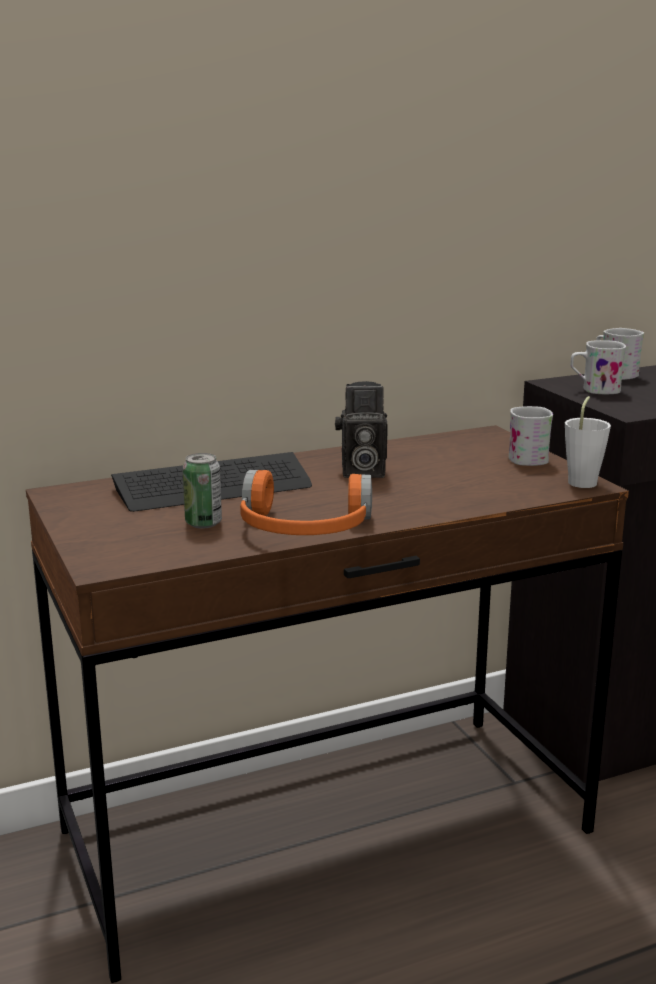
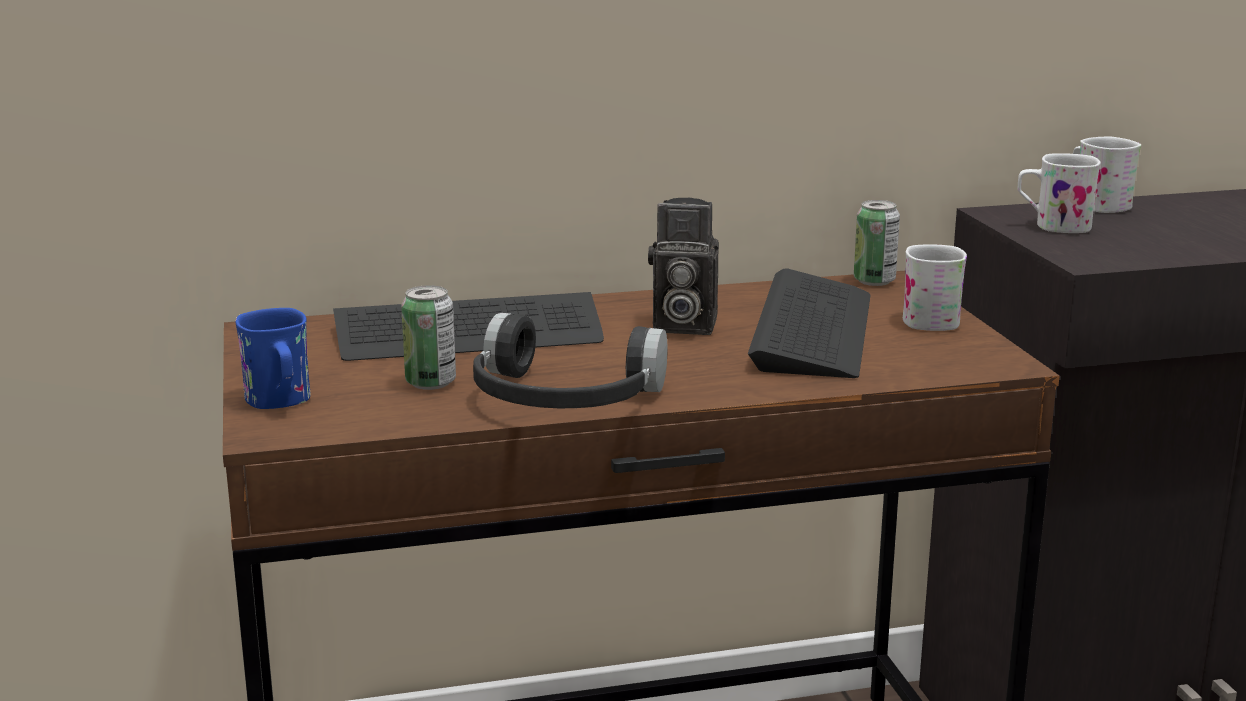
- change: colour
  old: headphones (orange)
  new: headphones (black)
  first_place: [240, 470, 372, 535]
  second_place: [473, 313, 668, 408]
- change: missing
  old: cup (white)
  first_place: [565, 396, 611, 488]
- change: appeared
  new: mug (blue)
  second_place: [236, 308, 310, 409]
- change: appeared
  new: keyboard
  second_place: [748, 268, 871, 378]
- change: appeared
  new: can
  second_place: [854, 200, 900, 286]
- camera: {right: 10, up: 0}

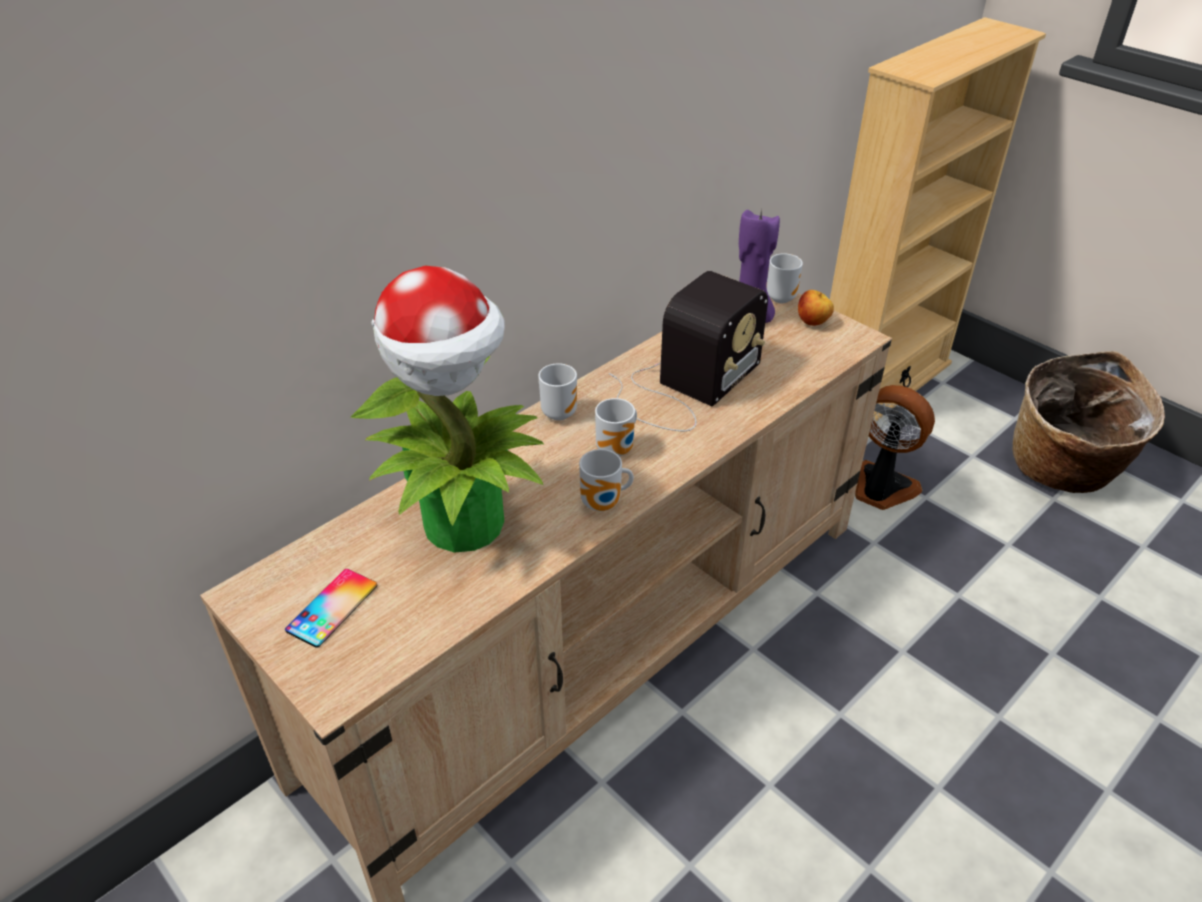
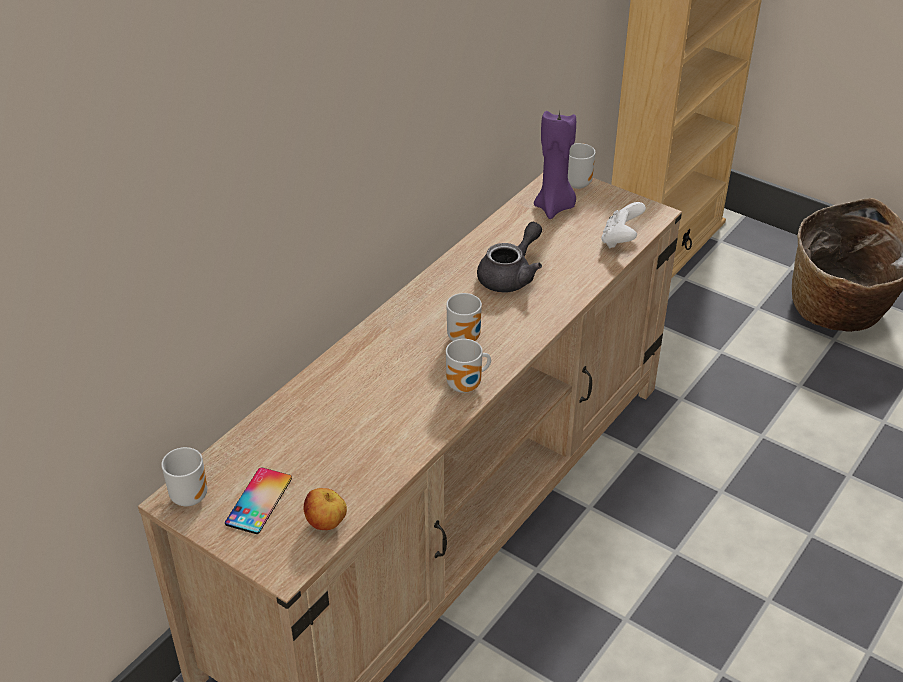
- change: missing
  old: potted plant
  first_place: [351, 266, 544, 553]
- change: relocated
  old: mug
  first_place: [538, 363, 577, 421]
  second_place: [161, 447, 207, 506]
- change: exchanged
  old: radio
  new: teapot (grey)
  first_place: [609, 271, 768, 431]
  second_place: [477, 222, 542, 292]
- change: relocated
  old: apple
  first_place: [798, 290, 834, 326]
  second_place: [303, 488, 347, 530]
- change: missing
  old: fan
  first_place: [855, 385, 935, 510]
- change: appeared
  new: game controller (white)
  second_place: [601, 202, 646, 249]
- camera: {right: -10, up: 0}

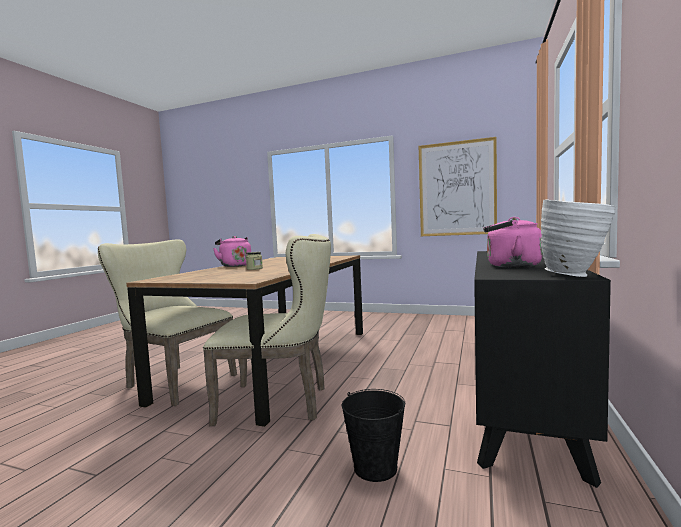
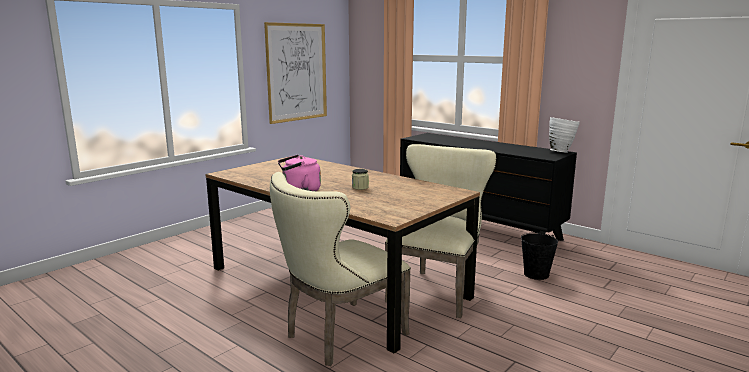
- change: missing
  old: kettle (pink)
  first_place: [483, 217, 543, 268]
- camera: {right: -70, up: 10}

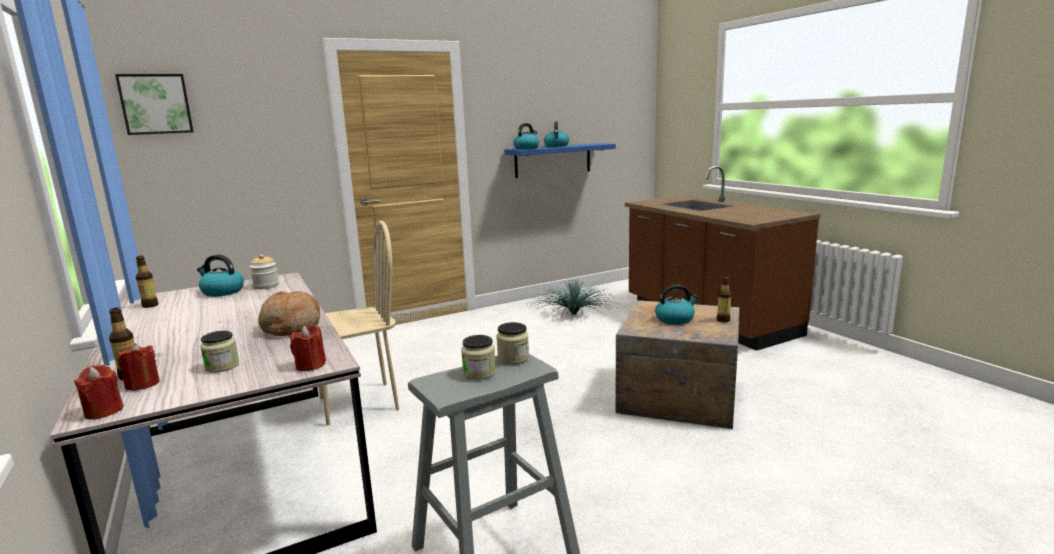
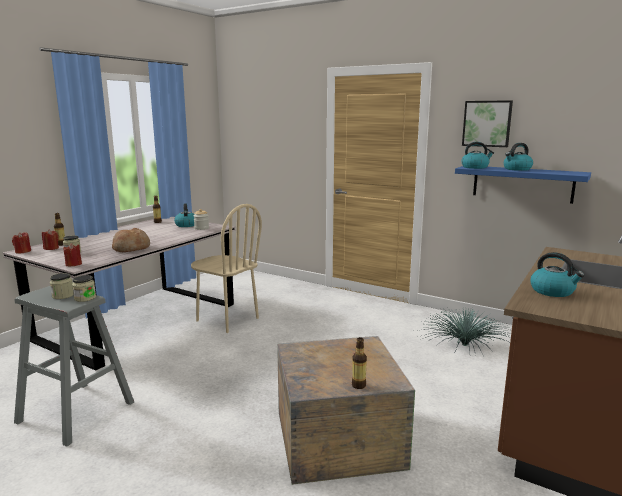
- change: relocated
  old: picture
  first_place: [115, 74, 193, 135]
  second_place: [462, 100, 513, 147]
- change: relocated
  old: kettle
  first_place: [655, 284, 699, 325]
  second_place: [530, 252, 584, 297]
- camera: {right: 60, up: 0}

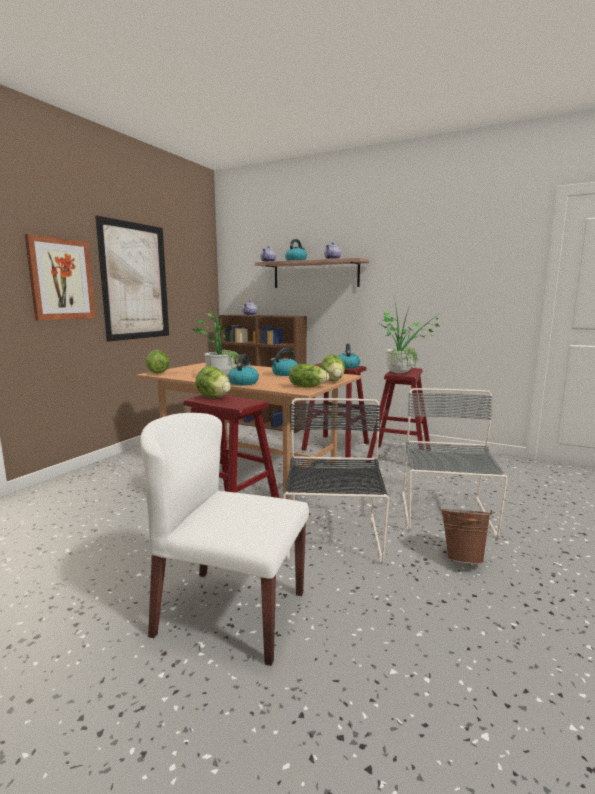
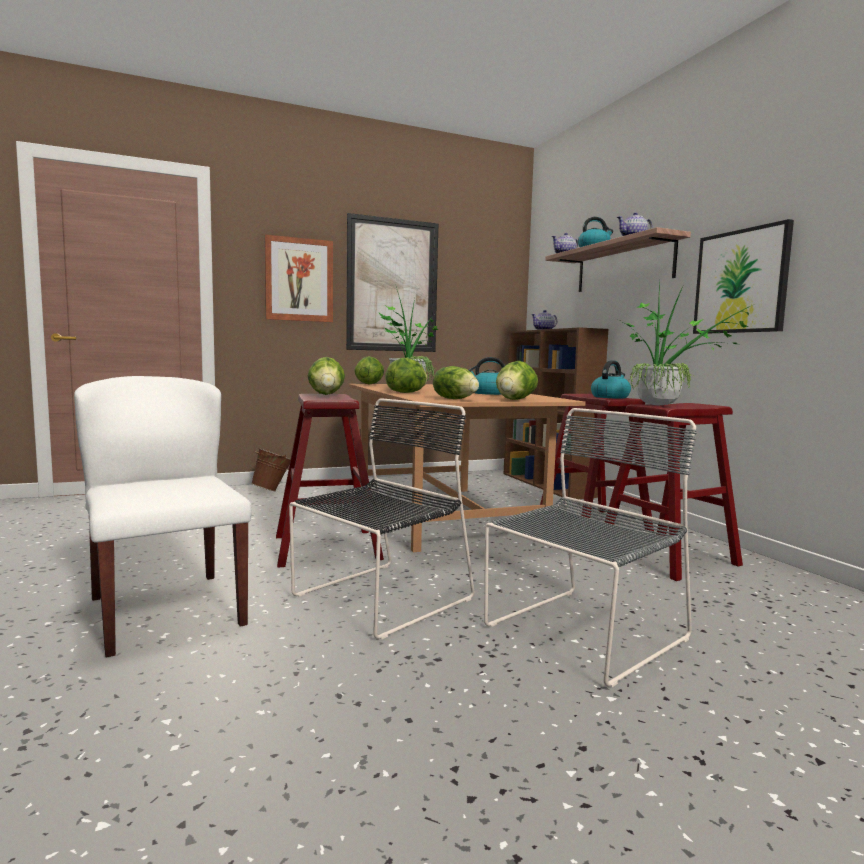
- change: exchanged
  old: kettle
  new: lettuce
  first_place: [228, 354, 259, 385]
  second_place: [385, 358, 428, 393]
- change: relocated
  old: bucket (brown)
  first_place: [439, 506, 494, 564]
  second_place: [251, 448, 291, 492]
- change: appeared
  new: picture
  second_place: [693, 219, 794, 334]
- camera: {right: 40, up: -5}

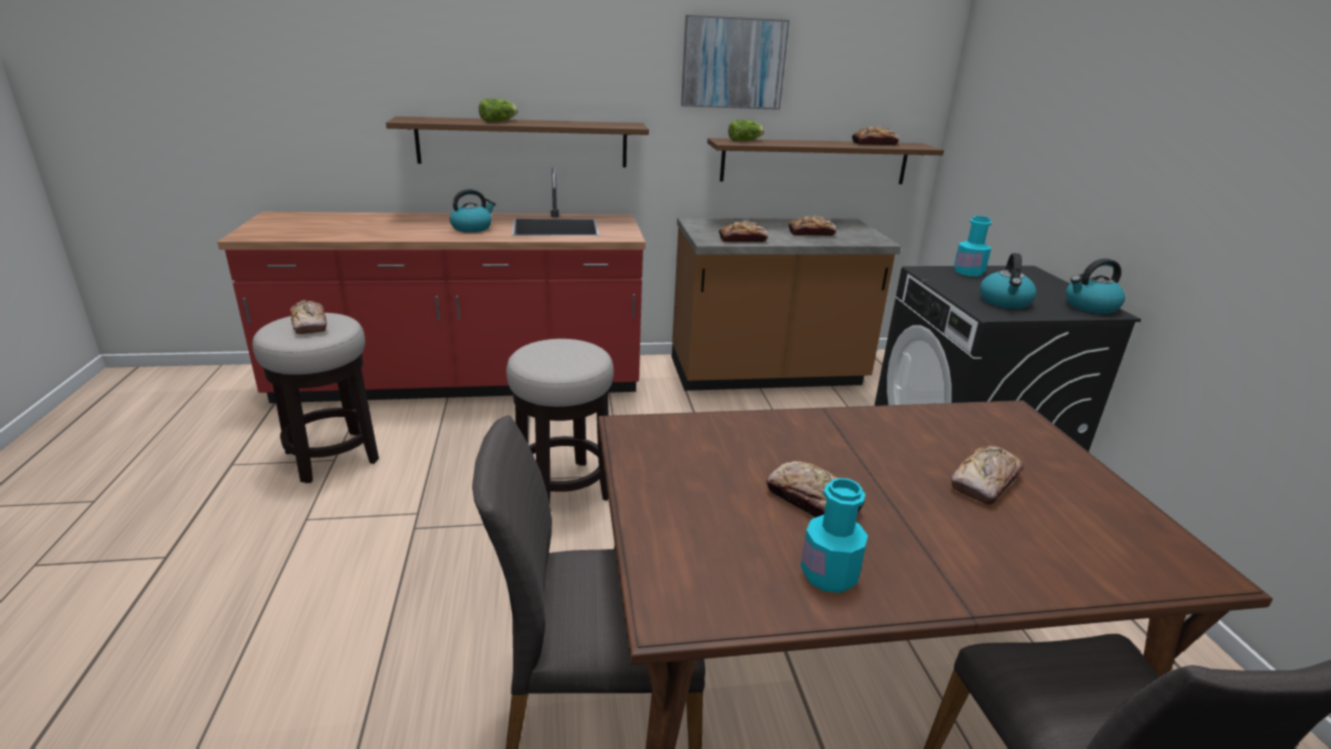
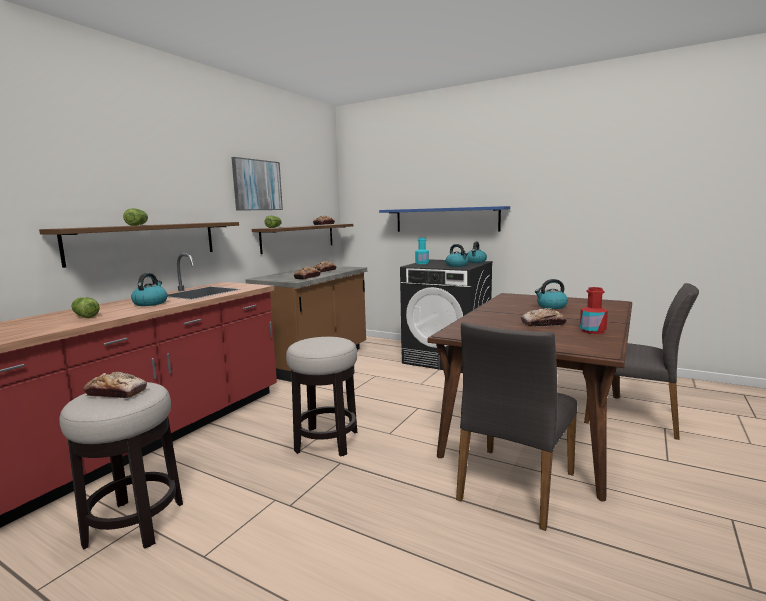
- change: colour
  old: bottle (turquoise)
  new: bottle (red)
  first_place: [801, 478, 868, 593]
  second_place: [580, 287, 608, 334]
- change: exchanged
  old: bread
  new: kettle
  first_place: [951, 446, 1024, 505]
  second_place: [535, 279, 568, 309]
- change: appeared
  new: lettuce
  second_place: [72, 297, 100, 318]
- change: appeared
  new: shelf (blue)
  second_place: [379, 206, 510, 232]
- camera: {right: -50, up: -15}

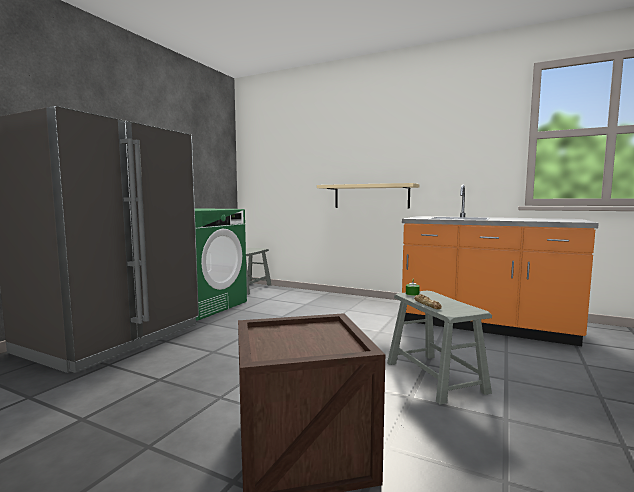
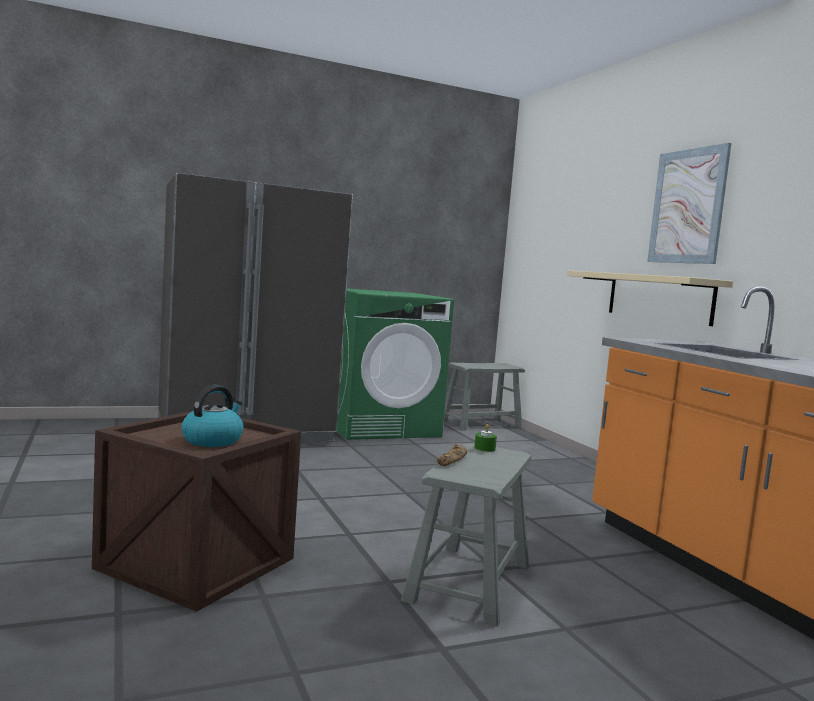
- change: appeared
  new: kettle
  second_place: [181, 385, 244, 447]
- change: appeared
  new: picture
  second_place: [647, 143, 731, 264]
- camera: {right: 40, up: 0}

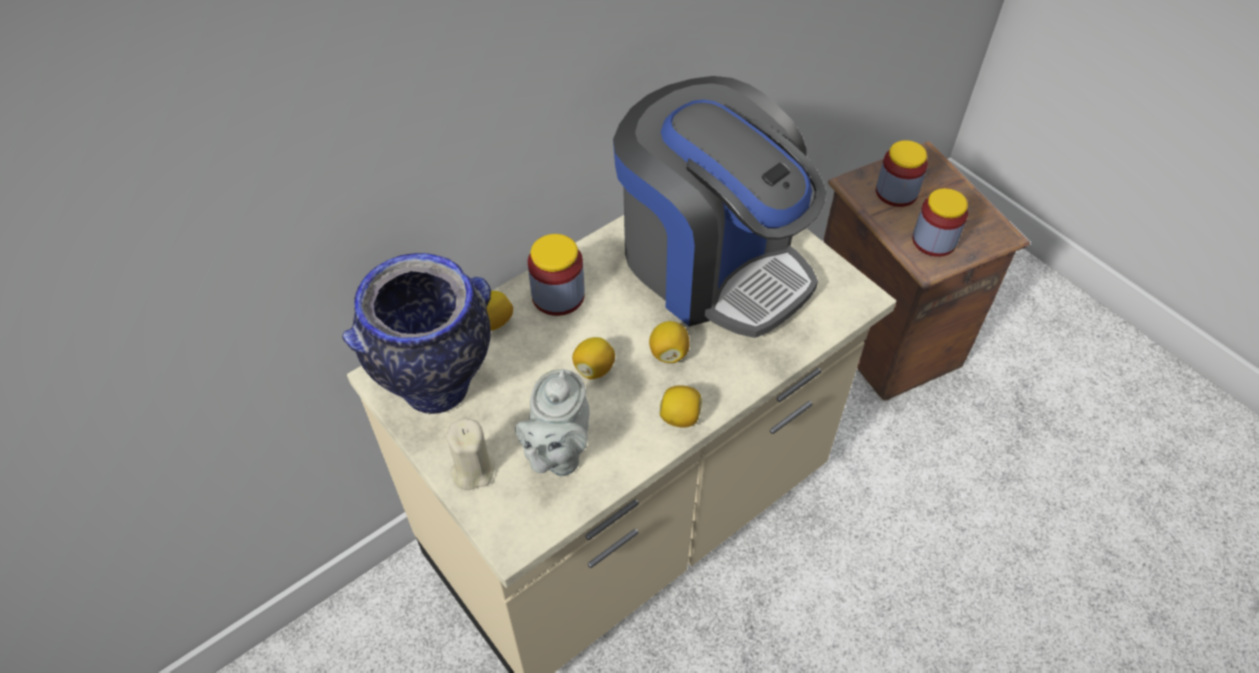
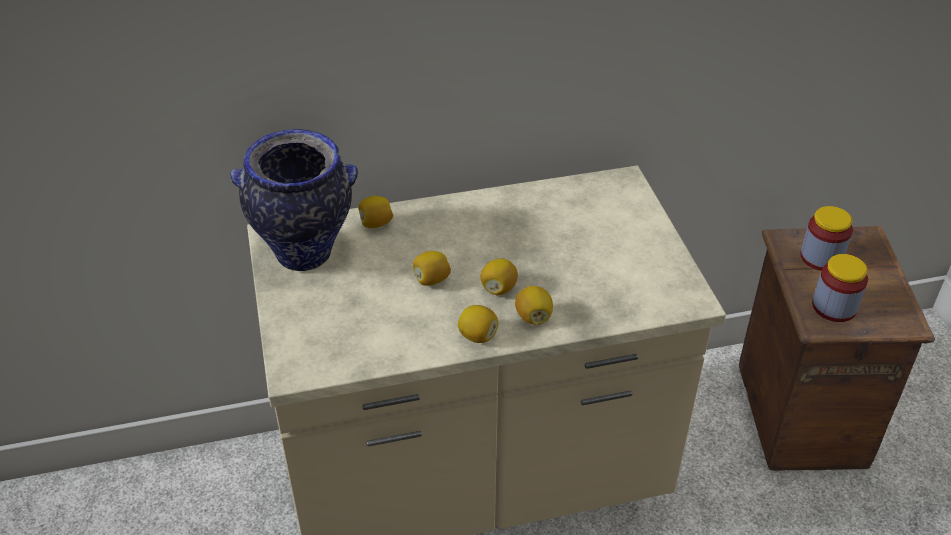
- change: missing
  old: candle (beige)
  first_place: [447, 419, 495, 490]
- change: missing
  old: teapot (grey)
  first_place: [515, 369, 589, 476]
- change: missing
  old: jar
  first_place: [528, 234, 585, 316]
- change: missing
  old: coffee machine
  first_place: [613, 76, 826, 338]
- change: appeared
  new: lemon
  second_place: [515, 286, 553, 325]
- camera: {right: 25, up: -10}

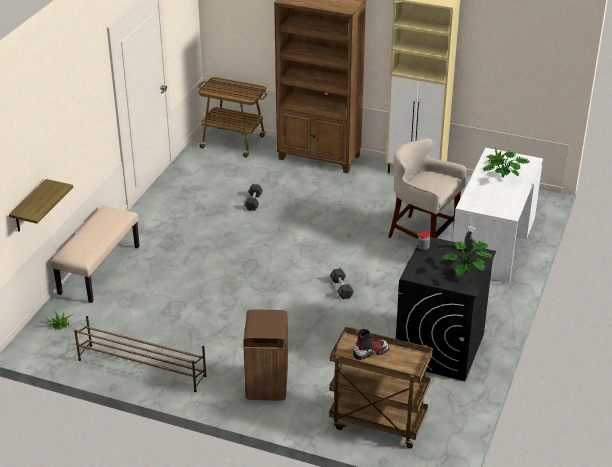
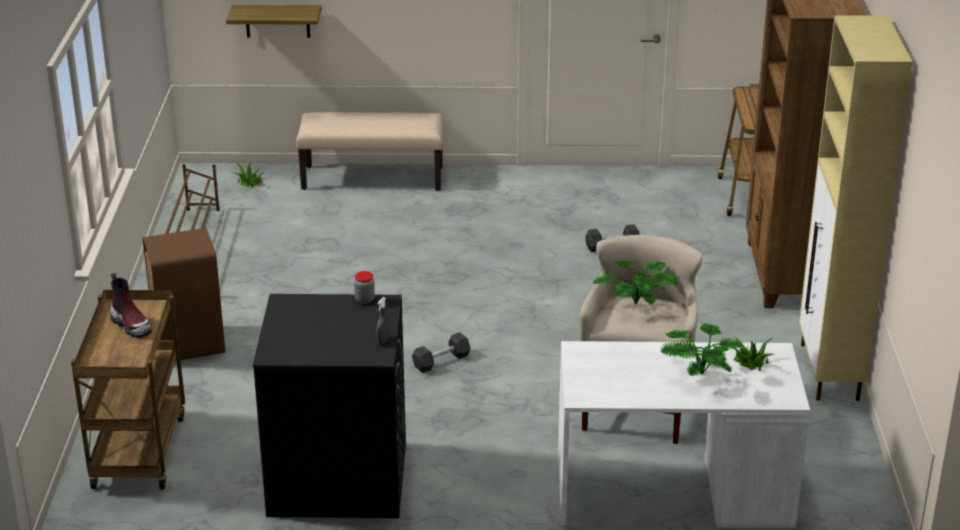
- change: relocated
  old: potted plant
  first_place: [443, 241, 492, 276]
  second_place: [593, 260, 678, 305]
- camera: {right: 70, up: -5}

